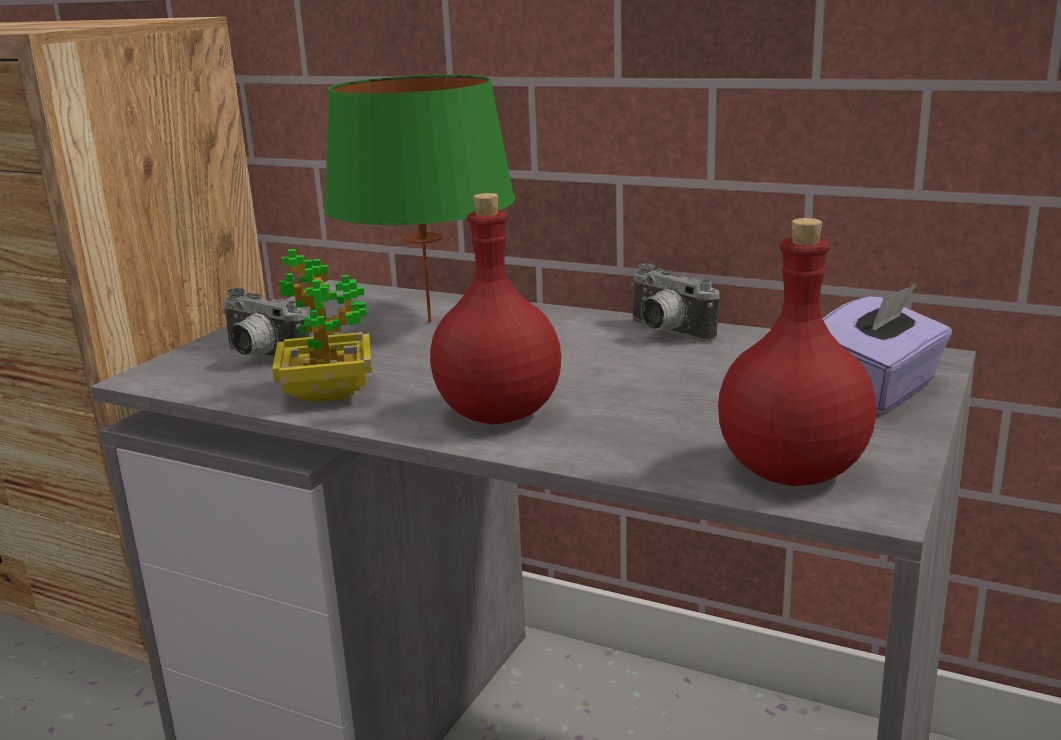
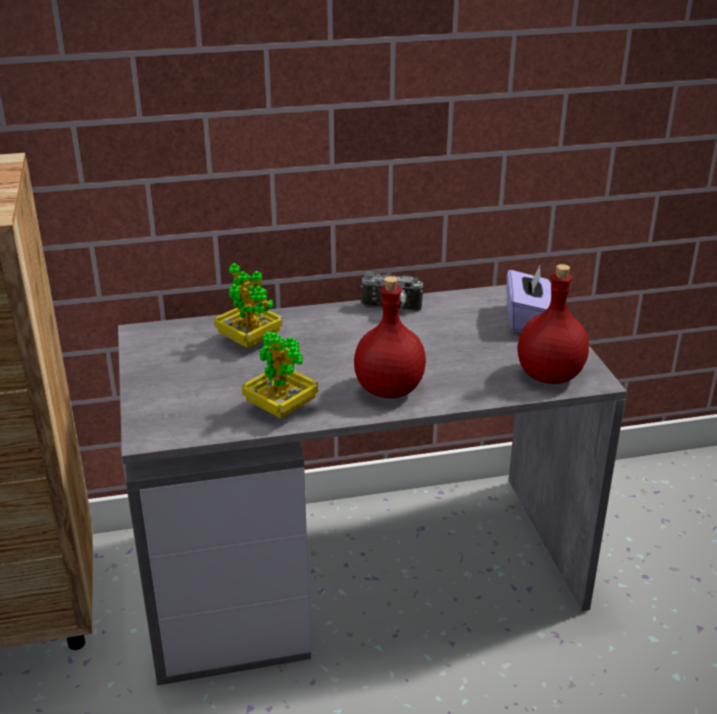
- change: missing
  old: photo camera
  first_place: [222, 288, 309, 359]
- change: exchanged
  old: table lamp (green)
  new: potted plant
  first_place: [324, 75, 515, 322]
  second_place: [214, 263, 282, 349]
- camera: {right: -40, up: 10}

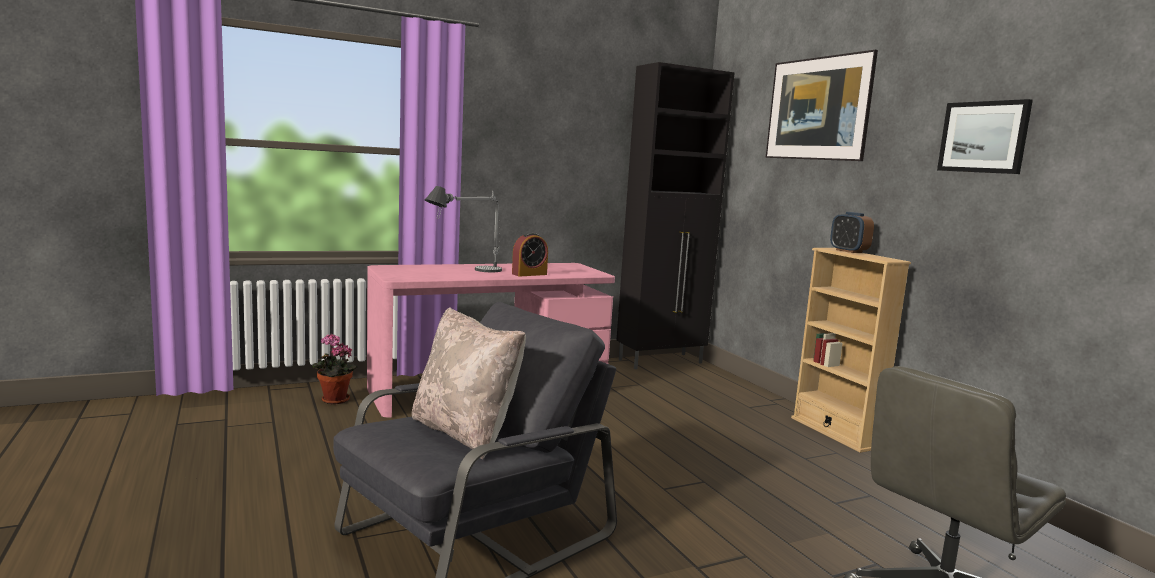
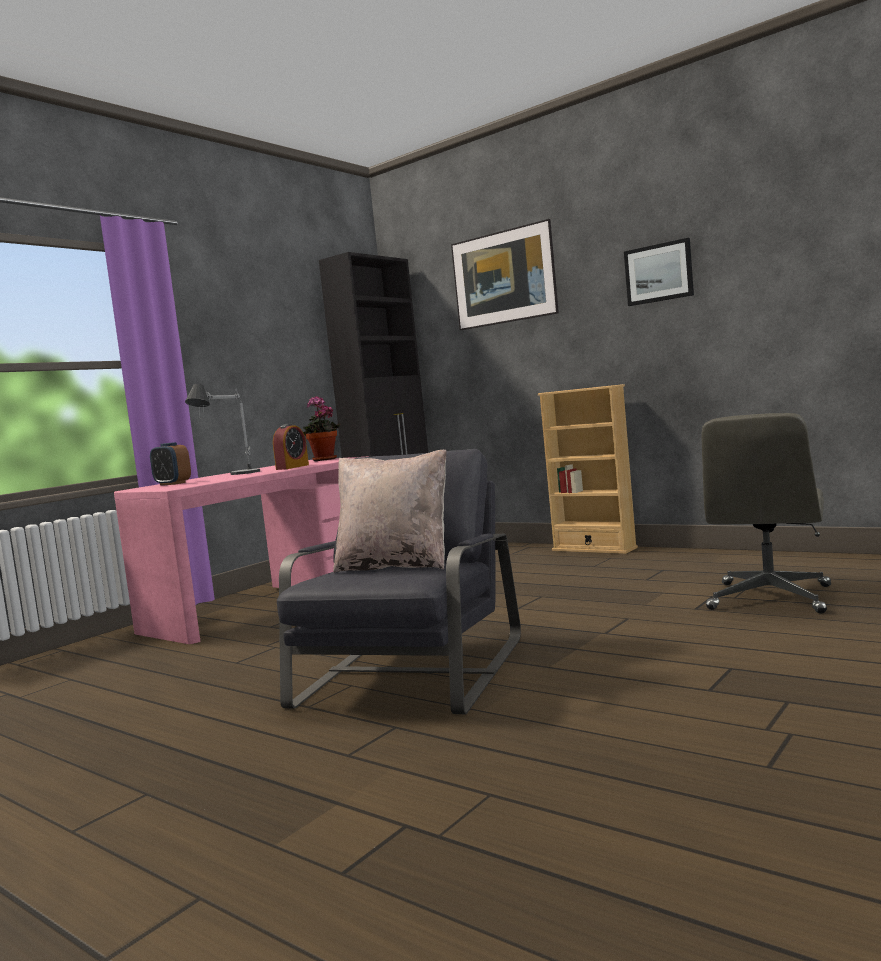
- change: relocated
  old: potted plant
  first_place: [312, 334, 358, 404]
  second_place: [303, 396, 341, 461]
- change: relocated
  old: alarm clock
  first_place: [830, 212, 874, 253]
  second_place: [150, 442, 191, 485]
- camera: {right: -25, up: -5}

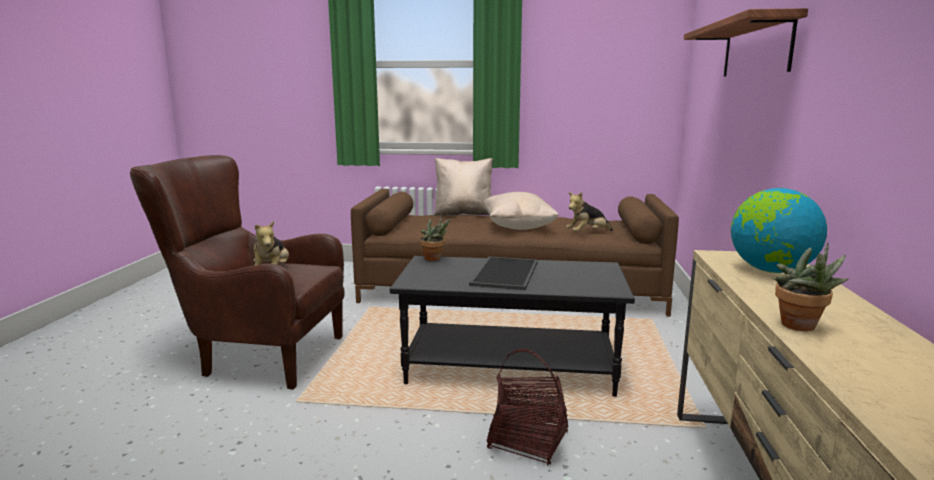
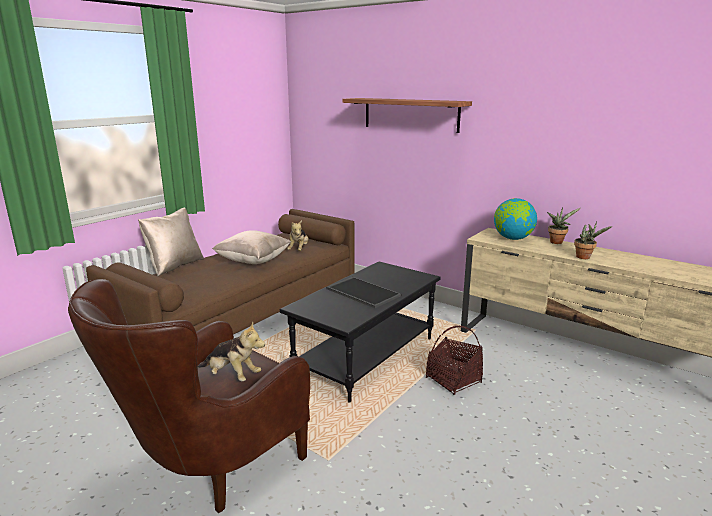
- change: relocated
  old: potted plant
  first_place: [420, 215, 451, 261]
  second_place: [547, 208, 581, 244]
- camera: {right: -60, up: 5}

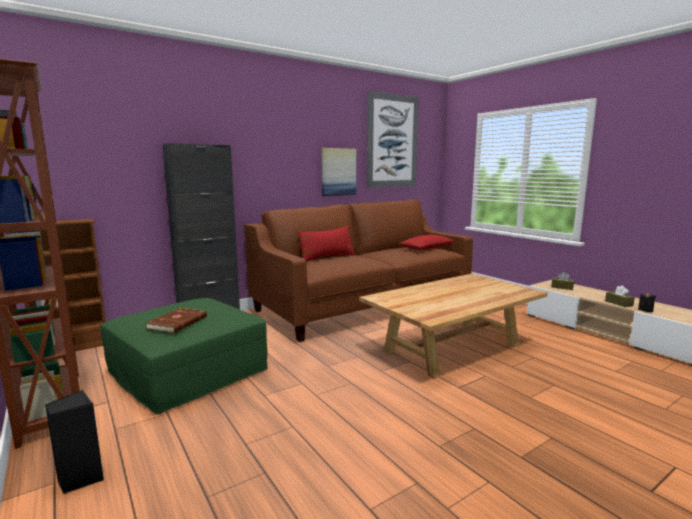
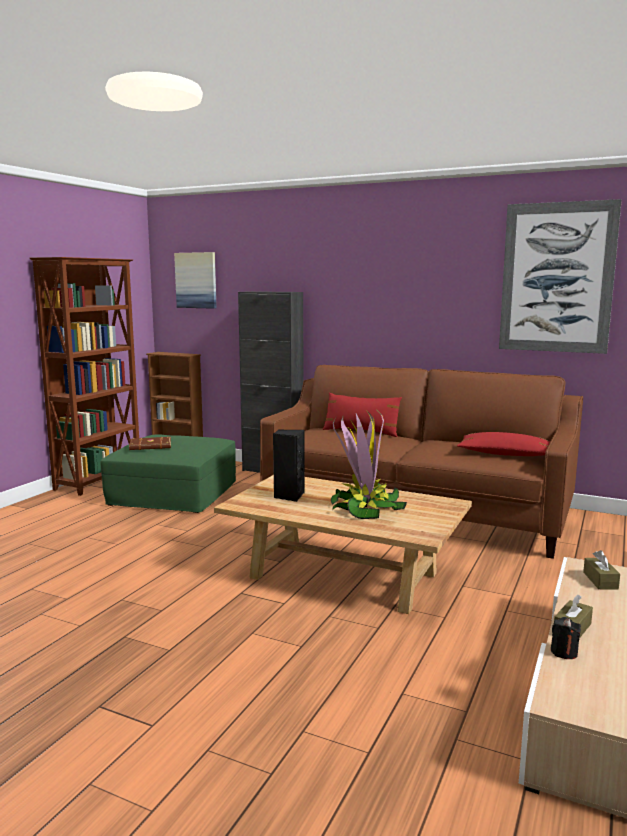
- change: relocated
  old: speaker (black)
  first_place: [45, 390, 104, 494]
  second_place: [273, 430, 305, 502]
- change: relocated
  old: picture
  first_place: [322, 148, 356, 196]
  second_place: [174, 252, 217, 309]
- change: appeared
  new: potted plant
  second_place: [331, 411, 407, 519]
- camera: {right: 60, up: 0}

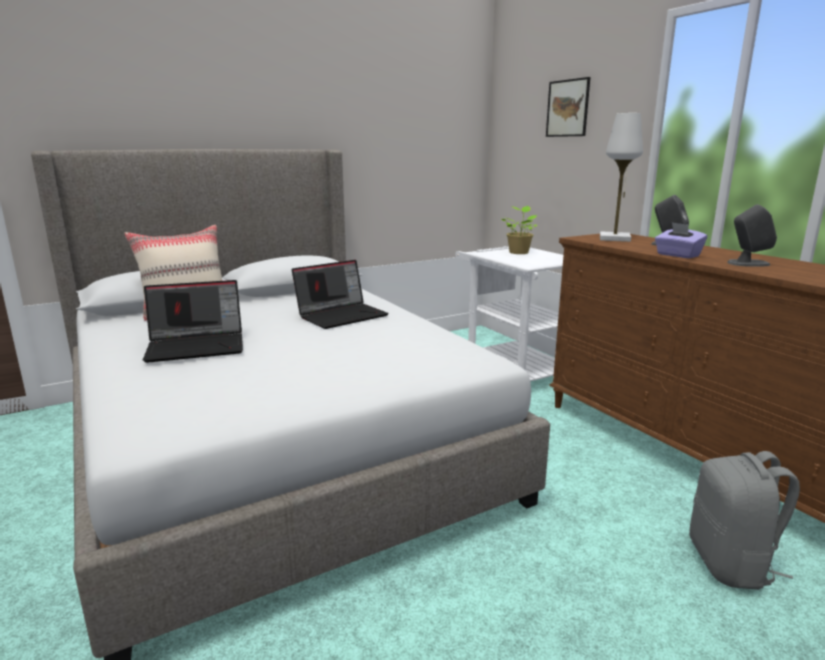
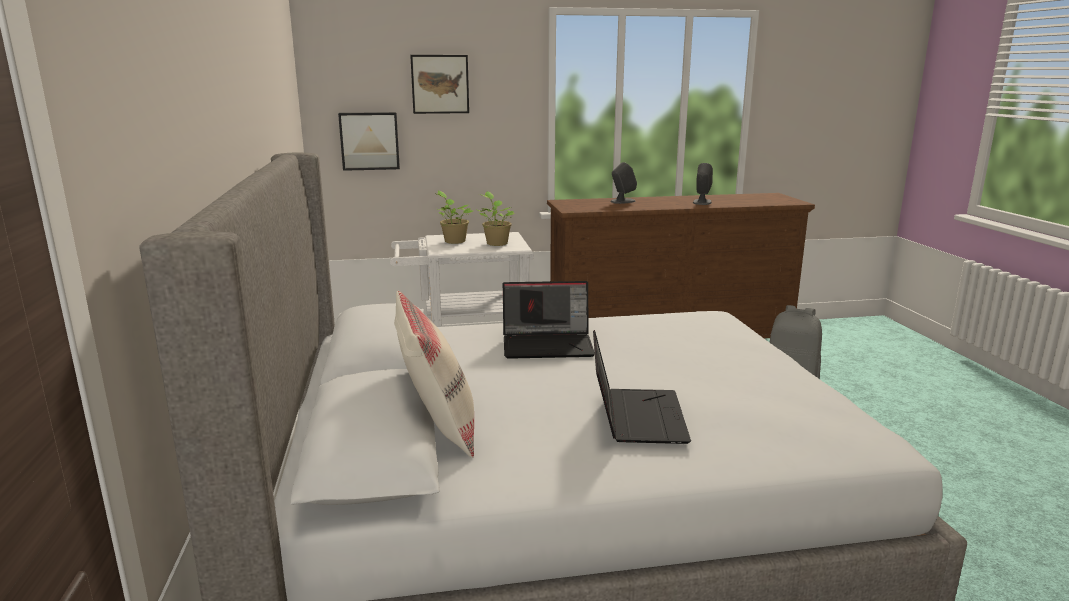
- change: spun
  old: laptop
  first_place: [292, 260, 389, 329]
  second_place: [503, 281, 595, 359]
  degrees: 105
- change: missing
  old: table lamp (white)
  first_place: [600, 113, 643, 242]
- change: missing
  old: tissue box (purple)
  first_place: [655, 222, 707, 258]
- change: appeared
  new: picture
  second_place: [338, 112, 400, 171]
- change: appeared
  new: potted plant
  second_place: [478, 191, 515, 246]
- camera: {right: -70, up: 0}

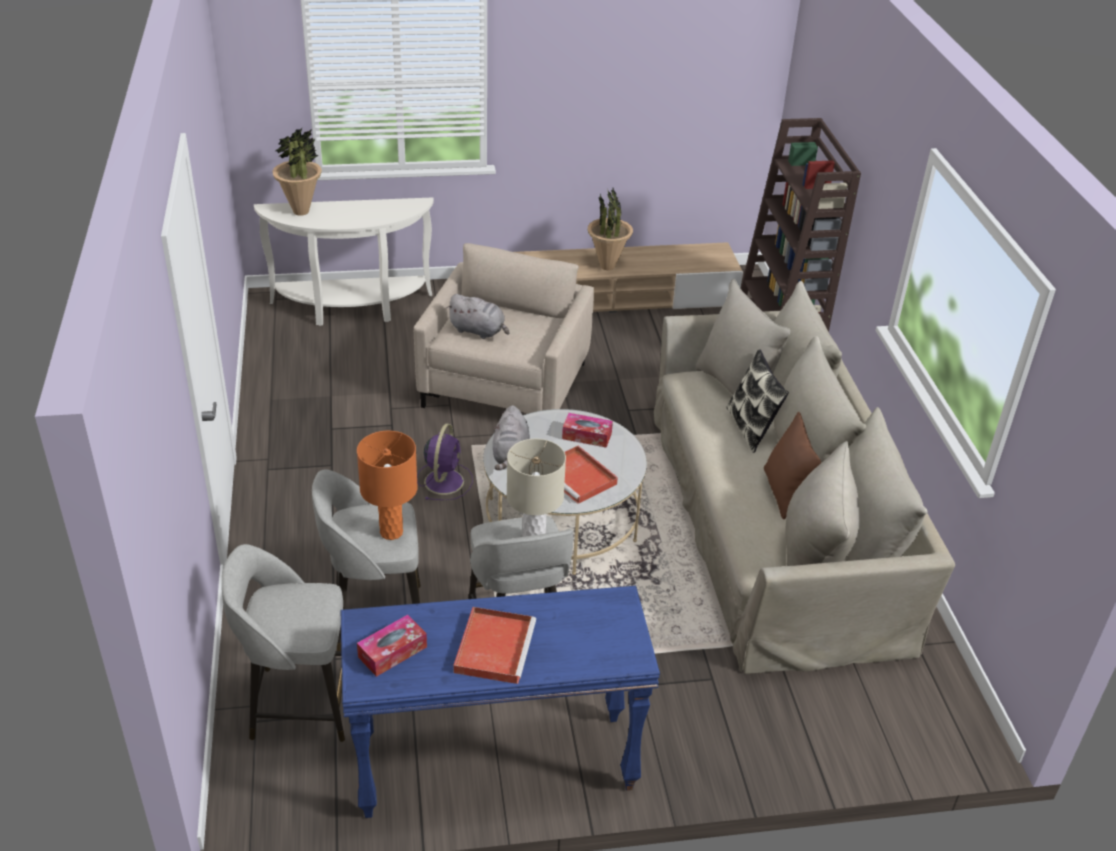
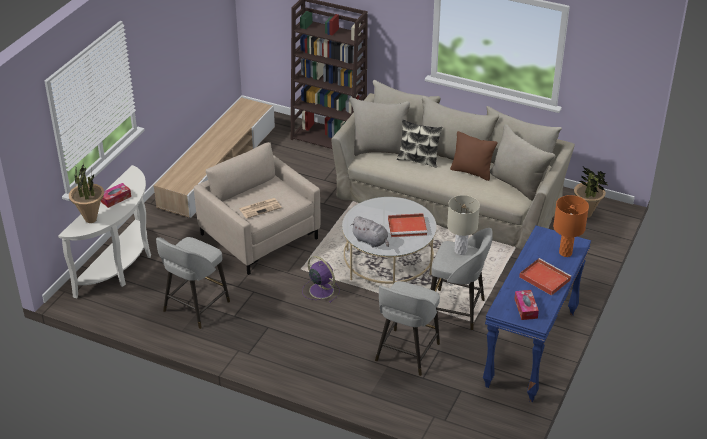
- change: relocated
  old: stool (grey)
  first_place: [222, 544, 345, 742]
  second_place: [156, 237, 230, 329]
- change: relocated
  old: table lamp (orange)
  first_place: [357, 431, 418, 540]
  second_place: [553, 195, 589, 257]
- change: exchanged
  old: plush toy (grey)
  new: newspaper
  first_place: [446, 294, 509, 339]
  second_place: [239, 198, 282, 219]
- change: relocated
  old: tissue box
  first_place: [562, 413, 613, 448]
  second_place: [101, 183, 131, 208]
- change: relocated
  old: potted plant
  first_place: [588, 188, 633, 270]
  second_place: [574, 167, 609, 218]
- camera: {right: -55, up: 0}

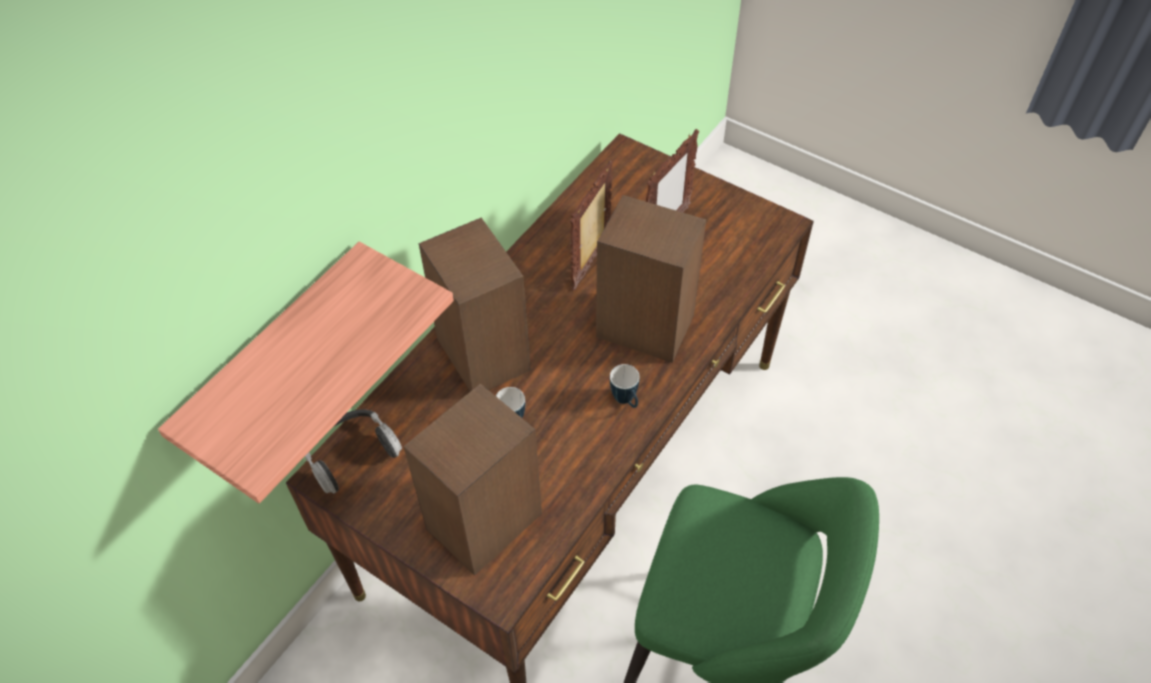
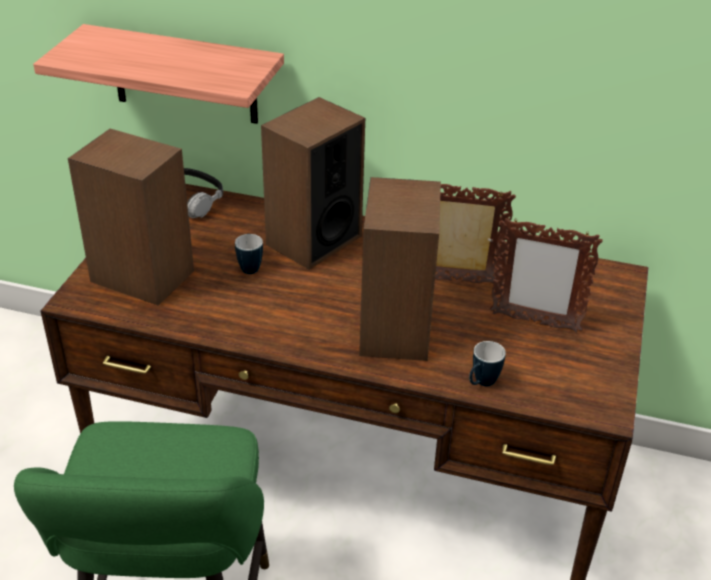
- change: relocated
  old: mug
  first_place: [610, 364, 640, 408]
  second_place: [469, 341, 506, 386]
- camera: {right: 70, up: -15}

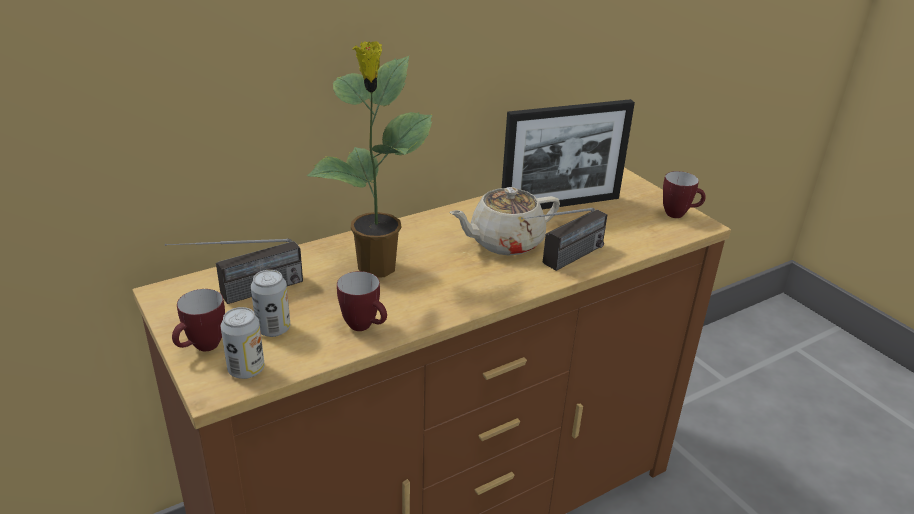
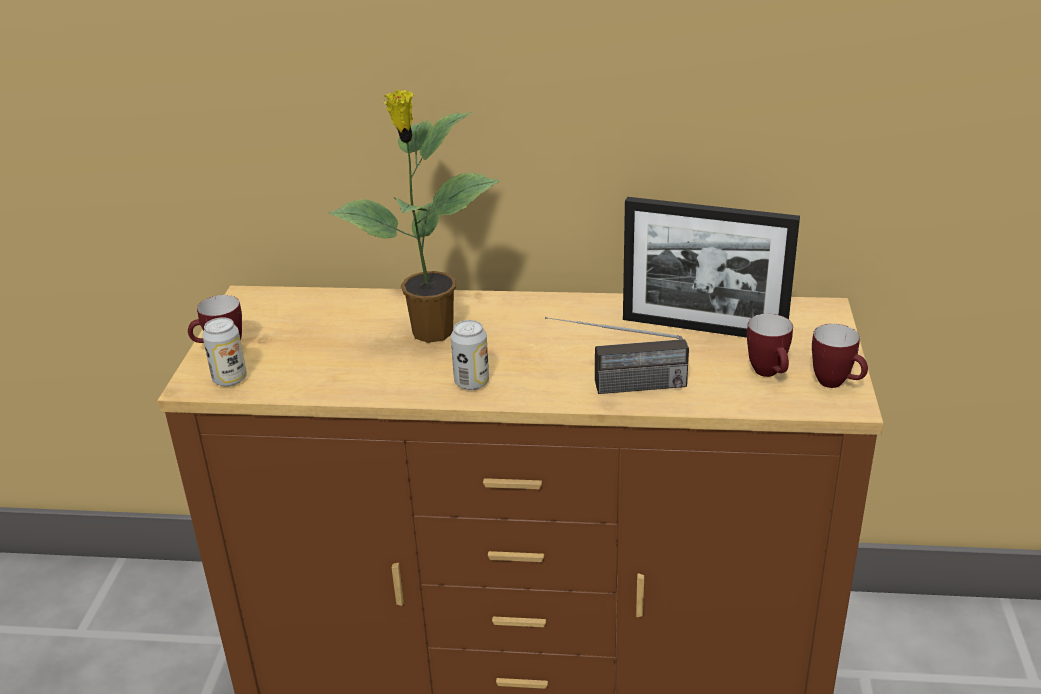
- change: missing
  old: radio
  first_place: [165, 239, 303, 304]
- change: relocated
  old: can
  first_place: [251, 270, 290, 337]
  second_place: [451, 320, 489, 390]
- change: relocated
  old: mug
  first_place: [337, 271, 387, 331]
  second_place: [747, 314, 793, 377]
- change: missing
  old: teapot (beige)
  first_place: [450, 187, 560, 256]
- camera: {right: 40, up: 0}

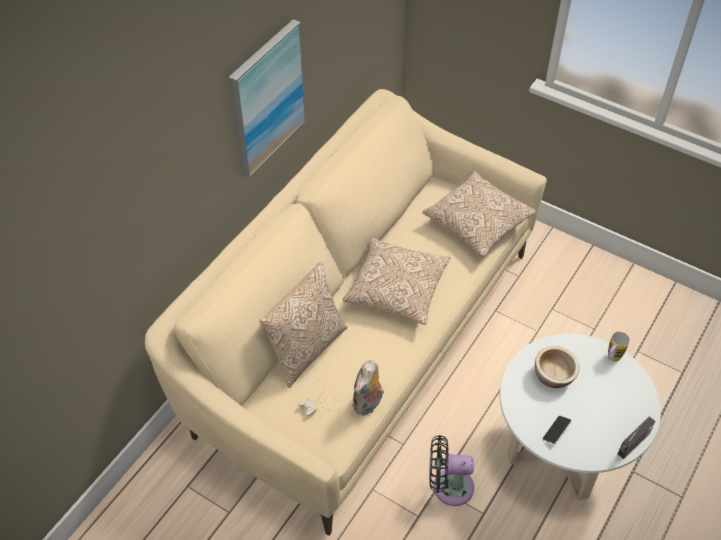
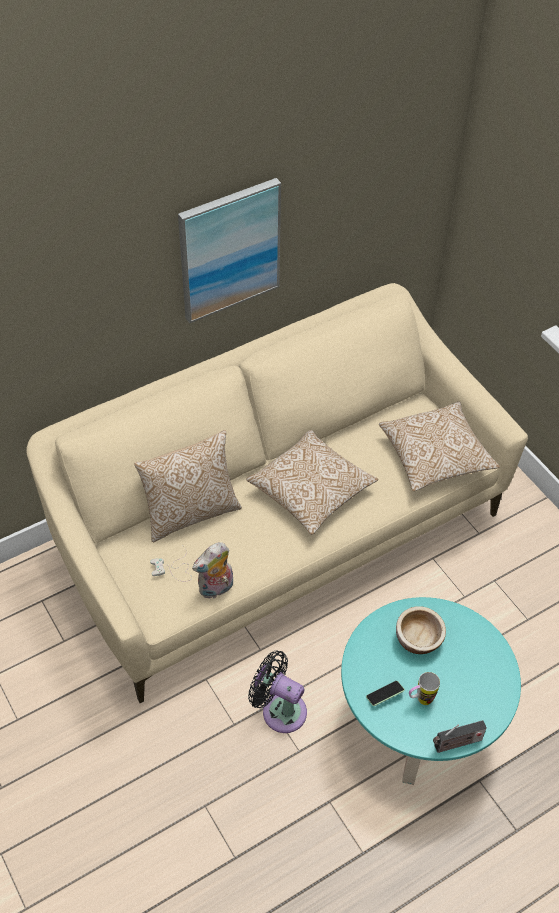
- change: colour
  old: coffee table (white)
  new: coffee table (turquoise)
  first_place: [500, 334, 661, 500]
  second_place: [341, 597, 521, 785]
- change: relocated
  old: mug
  first_place: [608, 331, 630, 362]
  second_place: [409, 672, 440, 705]
- camera: {right: 25, up: 0}

